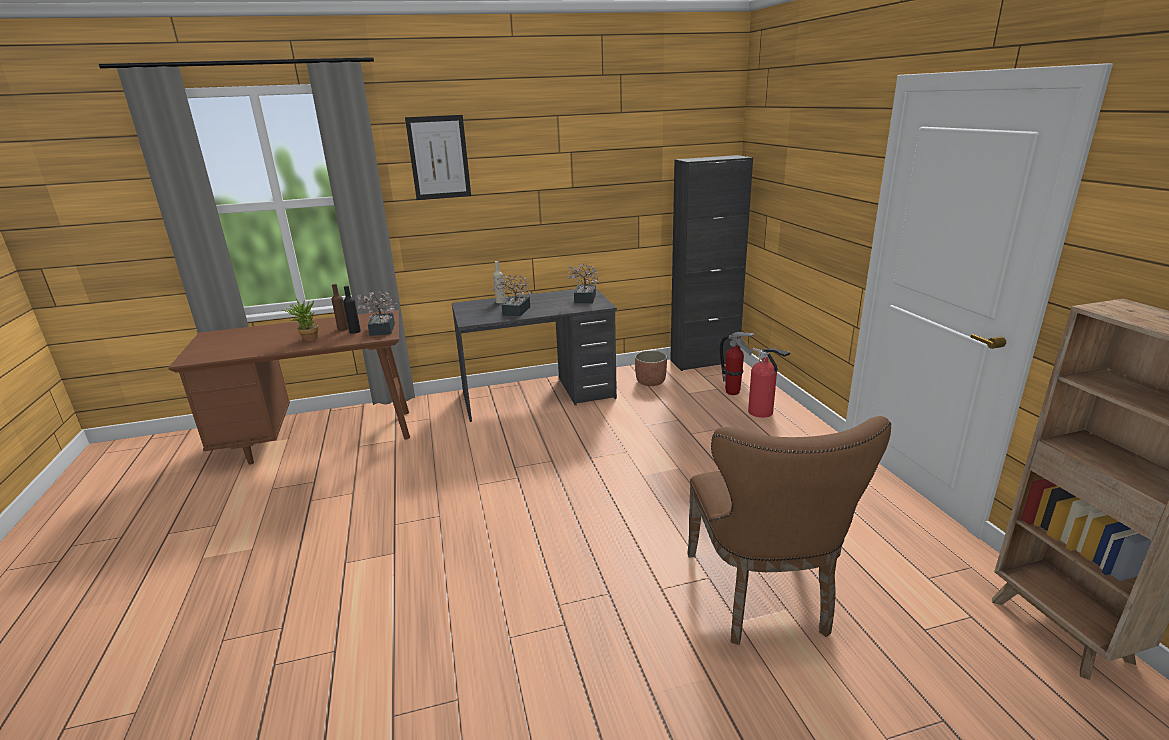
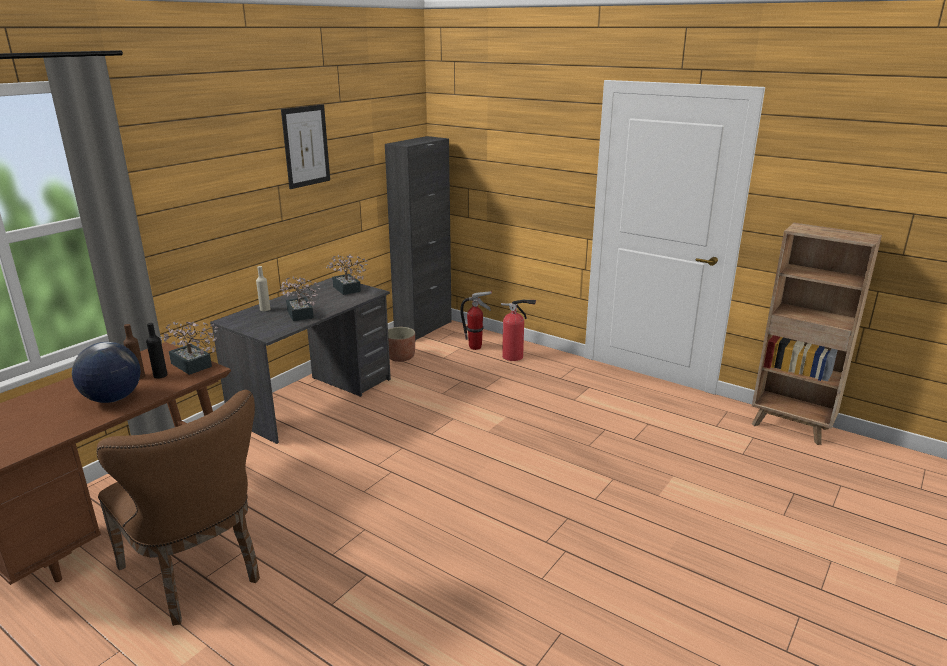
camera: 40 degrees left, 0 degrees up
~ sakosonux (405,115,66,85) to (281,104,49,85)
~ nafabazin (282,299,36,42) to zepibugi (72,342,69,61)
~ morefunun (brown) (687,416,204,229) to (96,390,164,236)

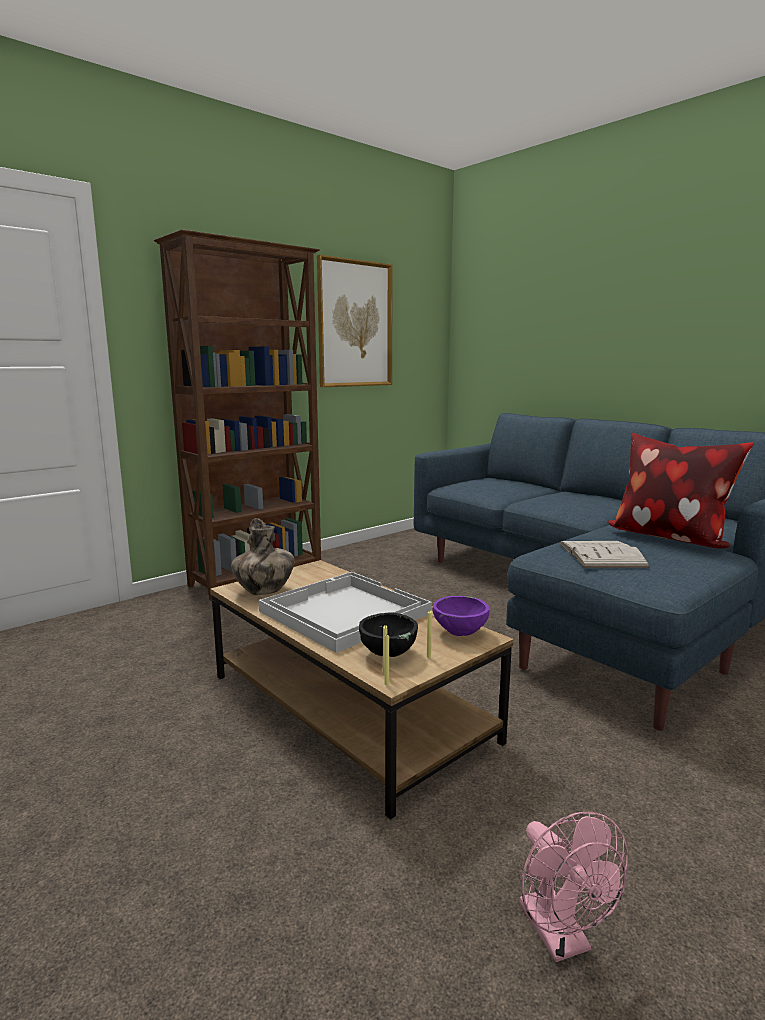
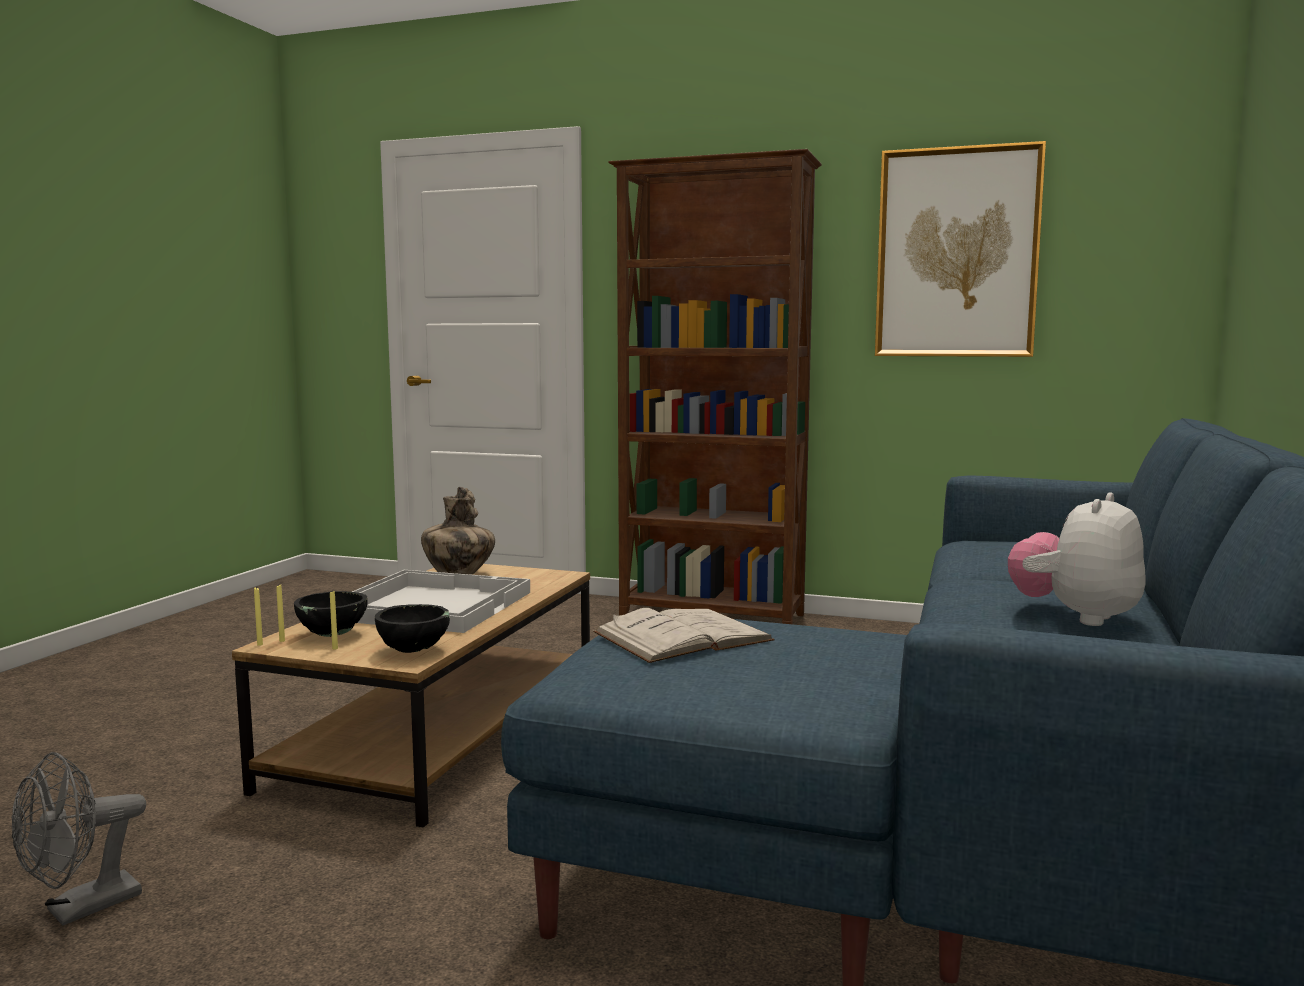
camera: 60 degrees right, 5 degrees down
- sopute (607,433,147,116)
~ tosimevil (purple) (433,596,57,40) to tosimevil (black) (375,604,75,49)
~ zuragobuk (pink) (519,812,109,150) to zuragobuk (grey) (11,752,135,174)
+ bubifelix (1008,492,138,134)

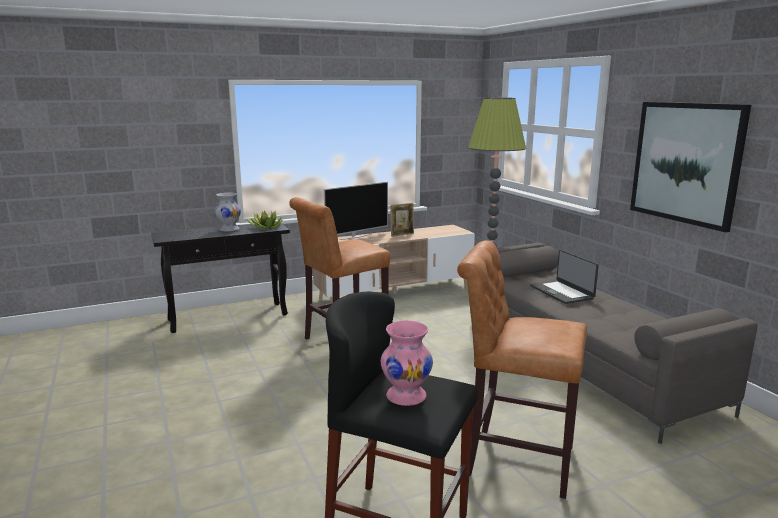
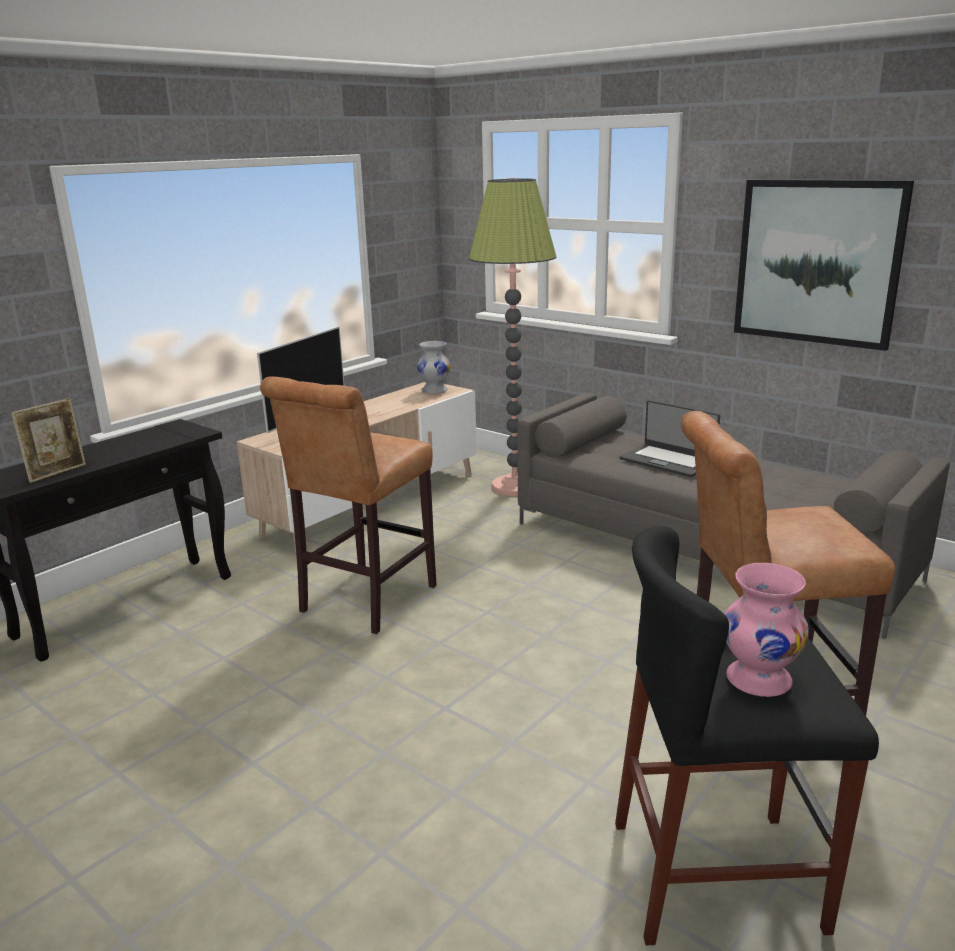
camera: 25 degrees left, 5 degrees up
~ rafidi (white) (215,193,26,38) to (417,341,34,52)
~ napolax (390,203,24,34) to (11,398,75,85)
- nafabazin (246,210,38,20)

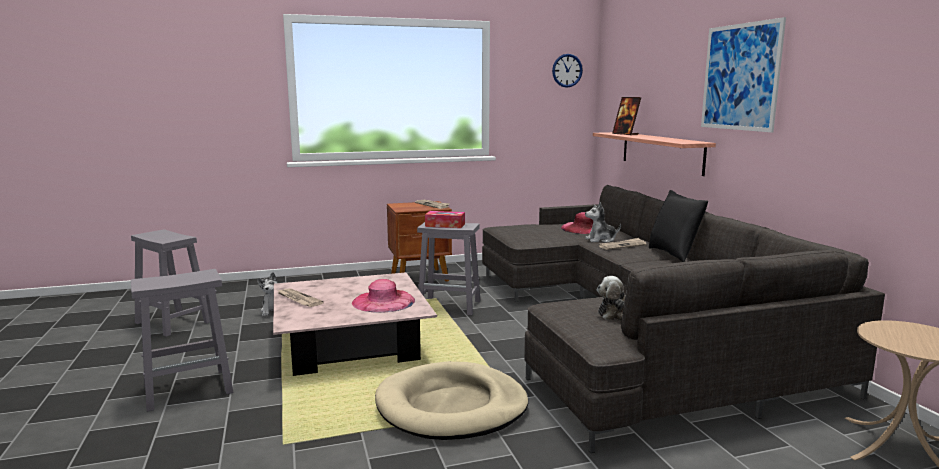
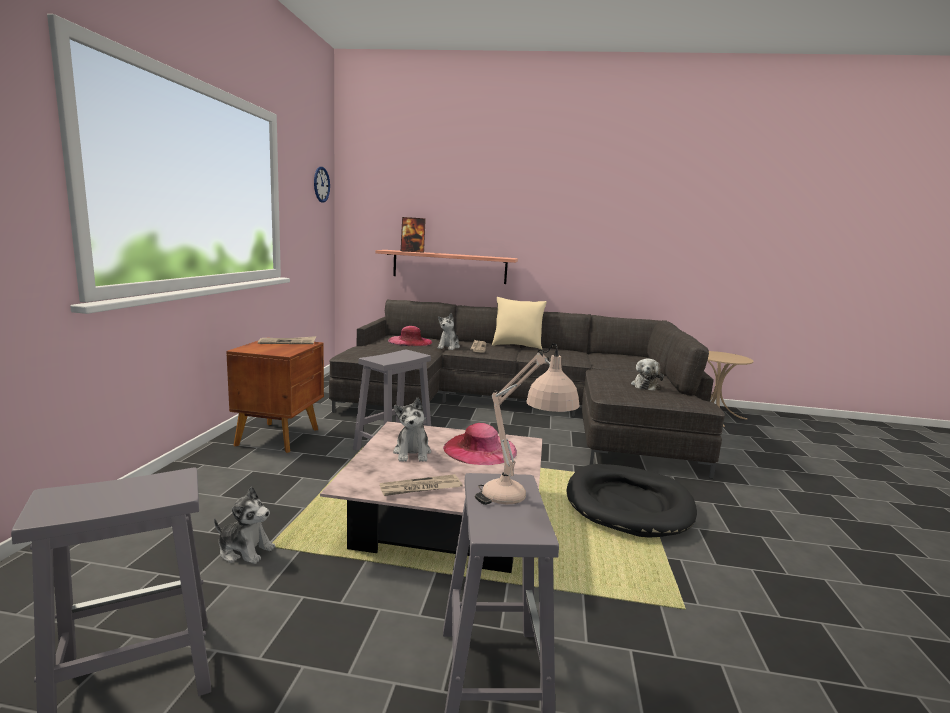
camera: 65 degrees left, 0 degrees up
- sakosonux (701,17,85,115)
~ sopute (black) (649,190,59,72) to sopute (beige) (492,297,55,53)
- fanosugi (425,211,40,17)
~ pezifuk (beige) (375,361,153,79) to pezifuk (black) (567,464,130,74)
+ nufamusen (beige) (475,343,104,162)
+ bubifelix (393,398,38,64)

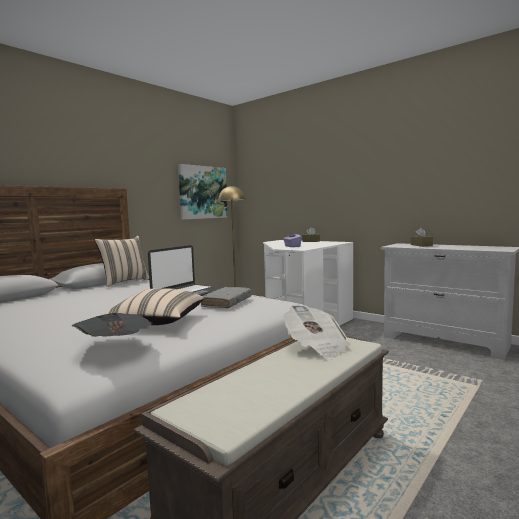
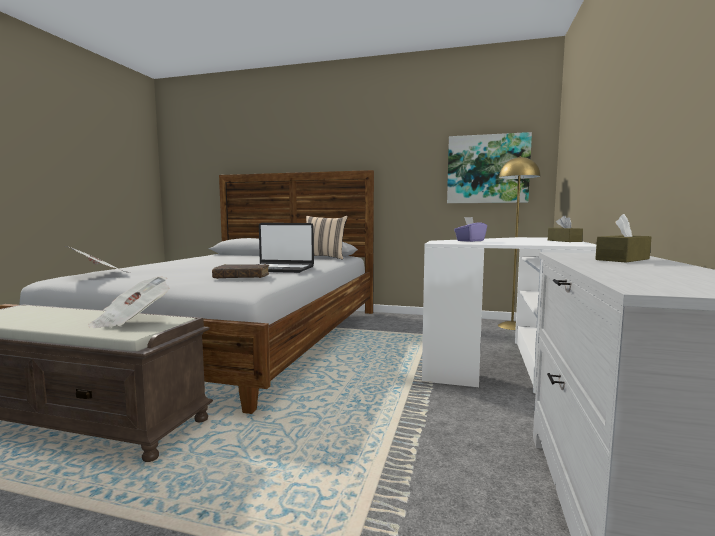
camera: 65 degrees right, 0 degrees up
~ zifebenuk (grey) (201,287,50,21) to zifebenuk (brown) (212,264,57,15)
- sopute (beige) (99,288,105,37)

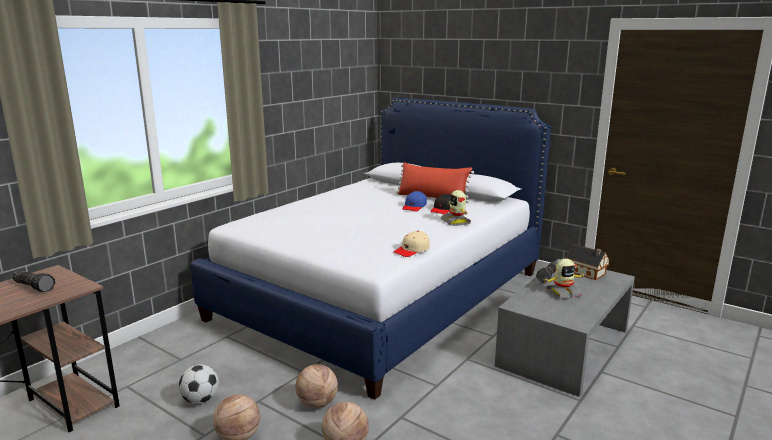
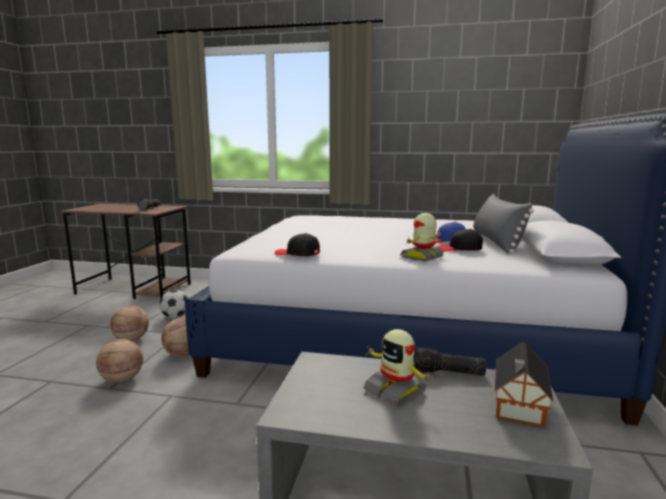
camera: 65 degrees right, 5 degrees down
~ sopute (red) (396,162,78,41) to sopute (grey) (473,194,61,60)
~ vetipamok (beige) (394,231,36,26) to vetipamok (black) (275,233,45,23)

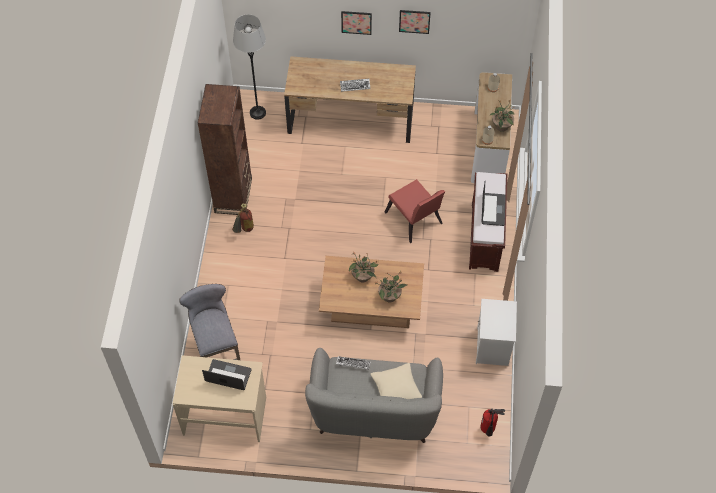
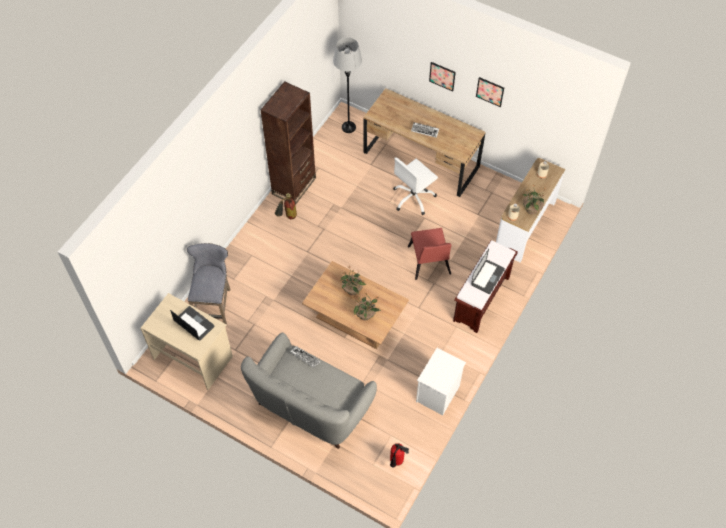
camera: 25 degrees right, 0 degrees up
- sopute (beige) (371,363,51,36)
+ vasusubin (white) (393,157,45,58)

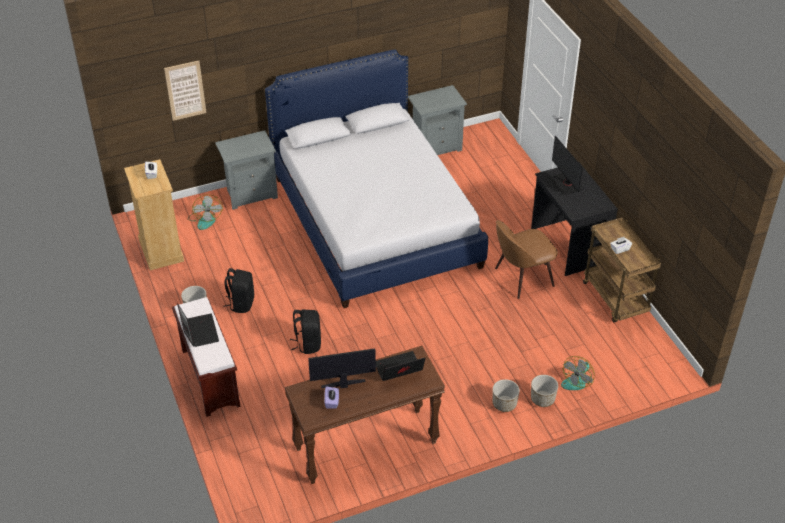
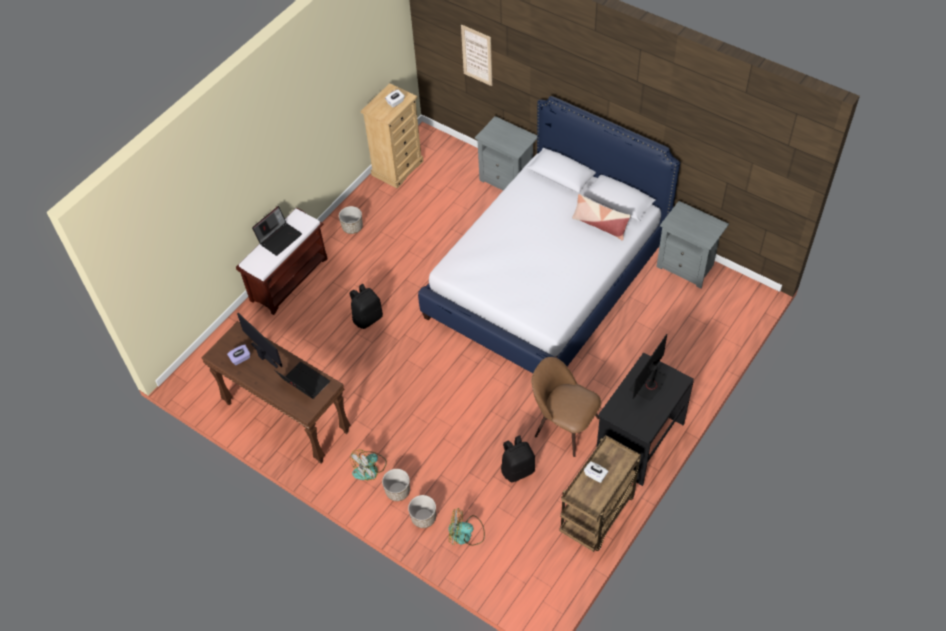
camera: 60 degrees right, 10 degrees up
~ zuragobuk (188,195,35,35) to (350,450,37,31)
~ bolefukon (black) (223,268,31,45) to (501,435,34,47)
+ sopute (572,194,59,47)

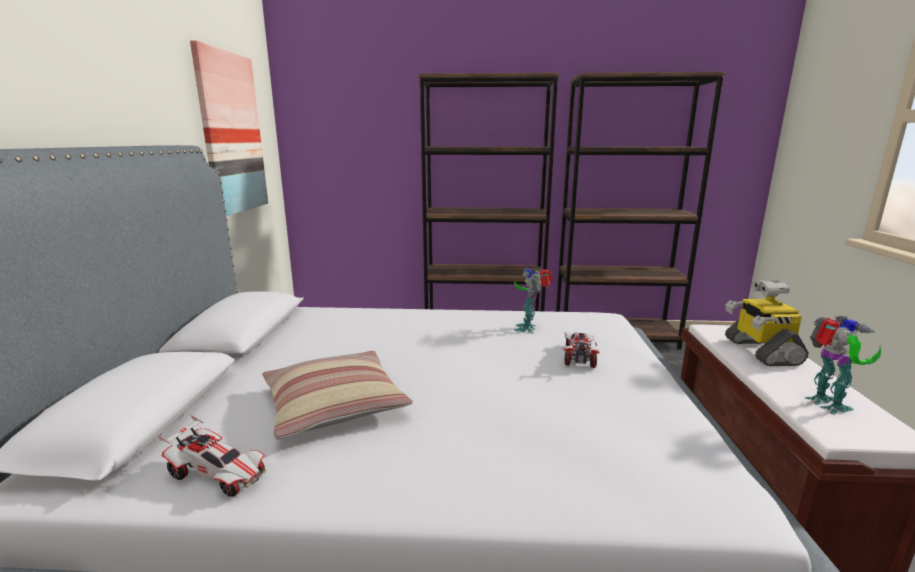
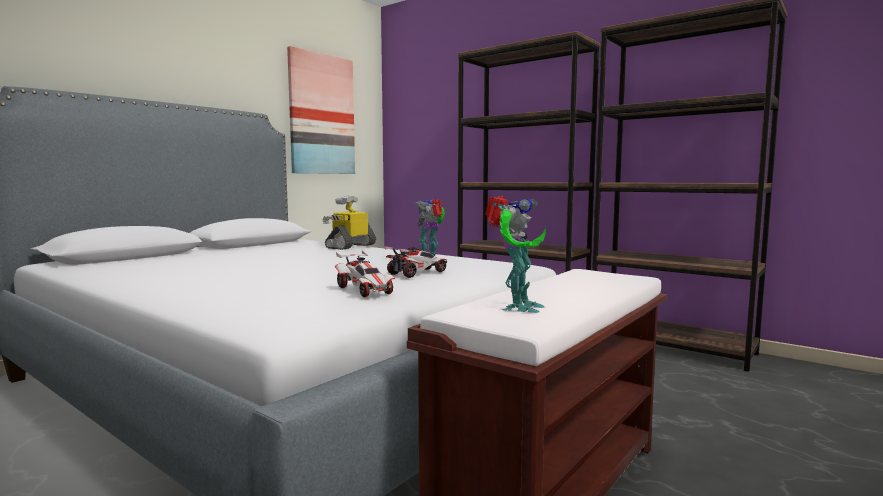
camera: 35 degrees right, 10 degrees down
~ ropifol (725,280,83,86) to (322,195,54,55)
- sopute (262,351,151,88)
~ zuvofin (158,415,108,82) to (335,251,60,46)

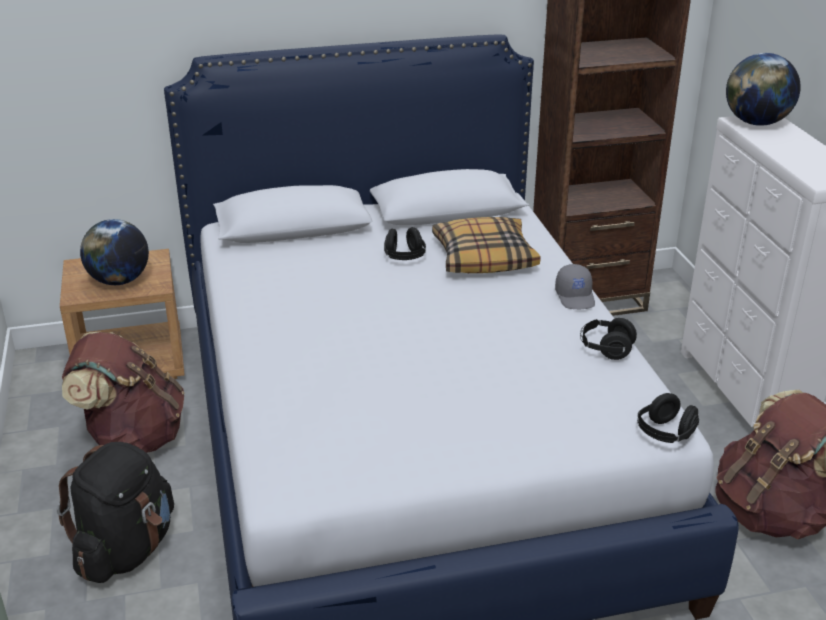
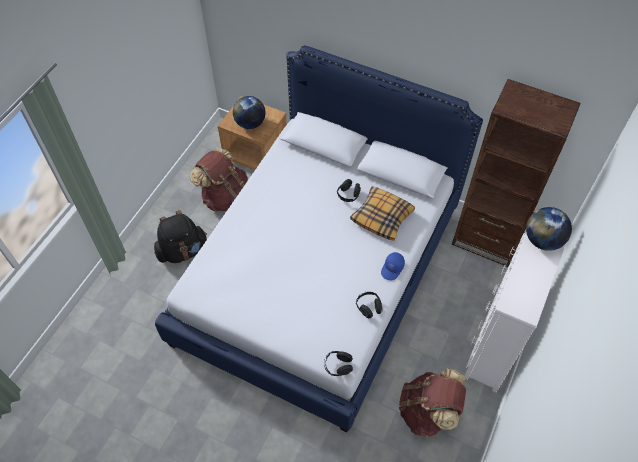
camera: 40 degrees right, 25 degrees up
~ vetipamok (grey) (555,264,40,45) to vetipamok (blue) (381,252,24,28)

